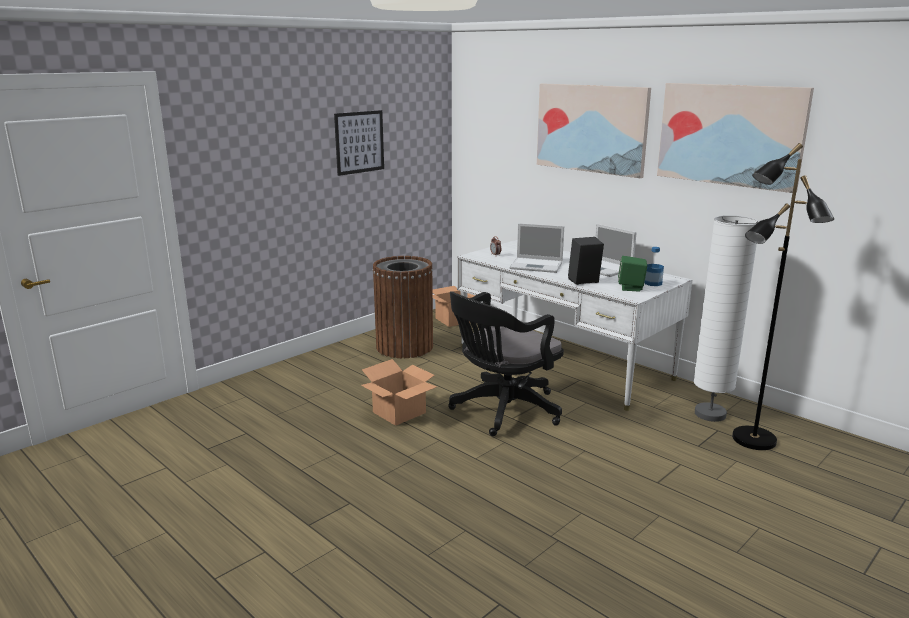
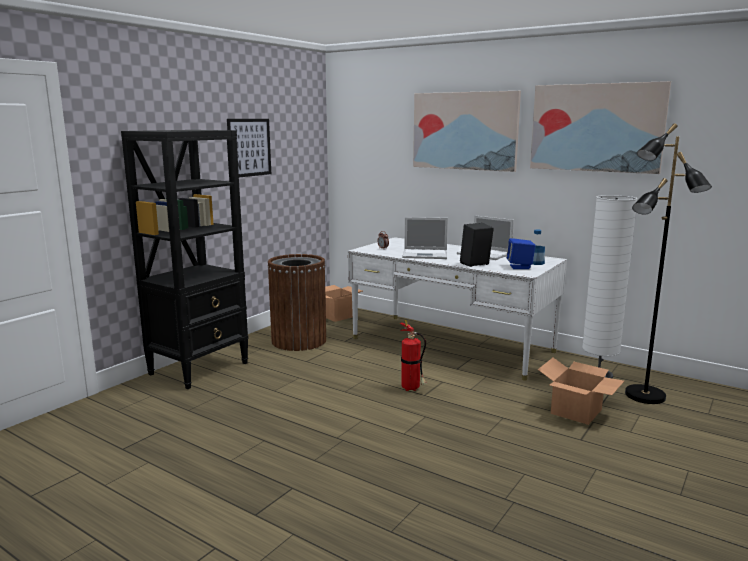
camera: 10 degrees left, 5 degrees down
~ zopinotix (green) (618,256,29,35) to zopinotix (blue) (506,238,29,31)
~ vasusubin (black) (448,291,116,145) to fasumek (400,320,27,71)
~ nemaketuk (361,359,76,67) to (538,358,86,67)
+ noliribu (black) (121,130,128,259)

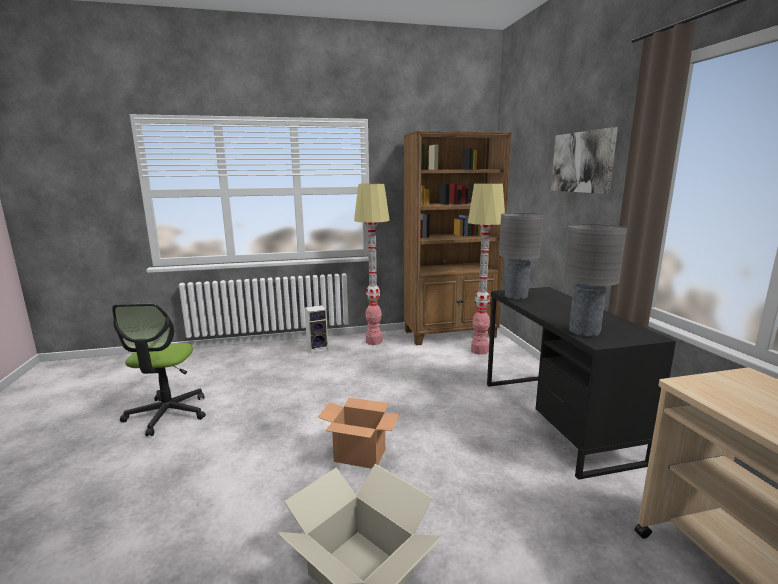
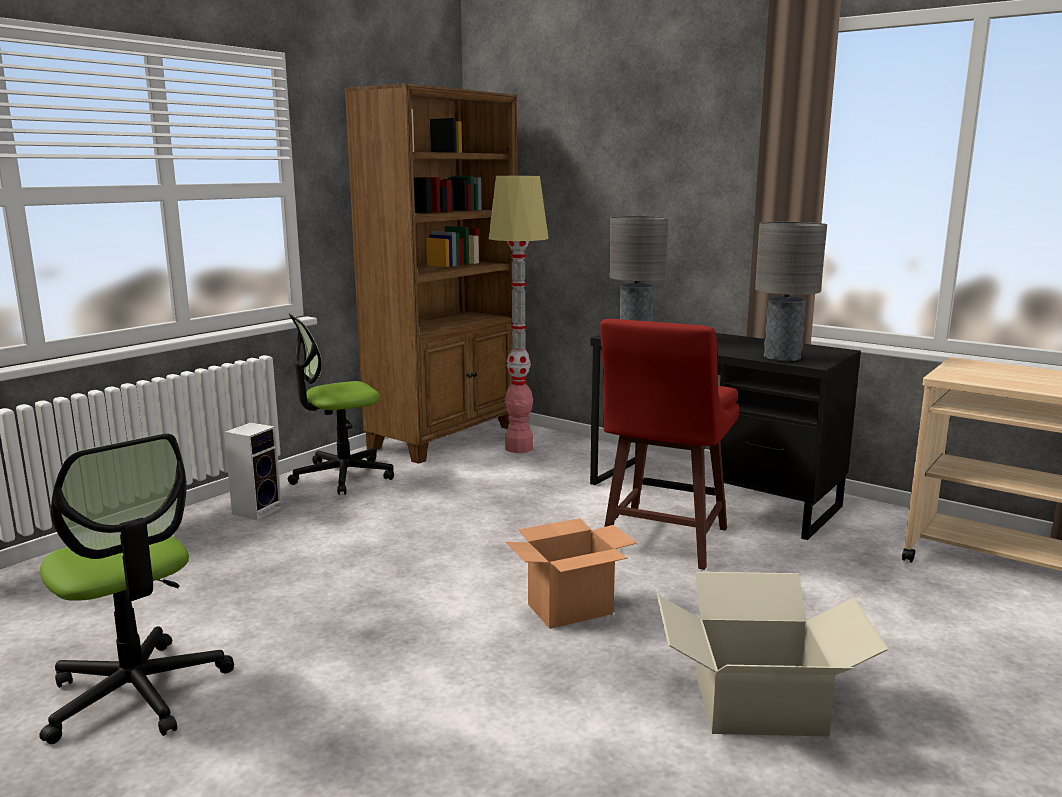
camera: 40 degrees left, 0 degrees up
- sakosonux (551,127,67,67)
~ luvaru (354,184,36,161) to vasusubin (288,313,106,182)
+ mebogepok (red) (600,319,139,251)

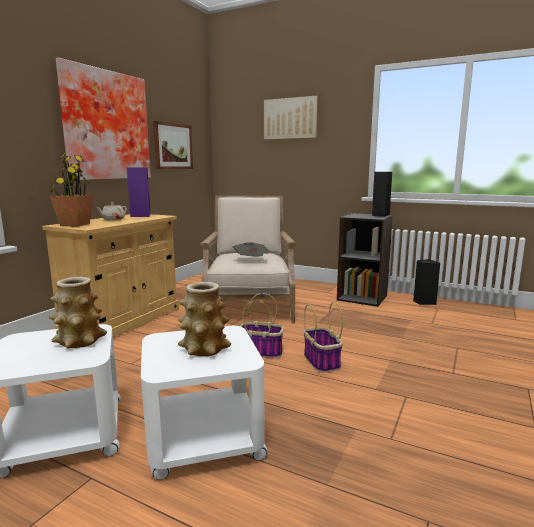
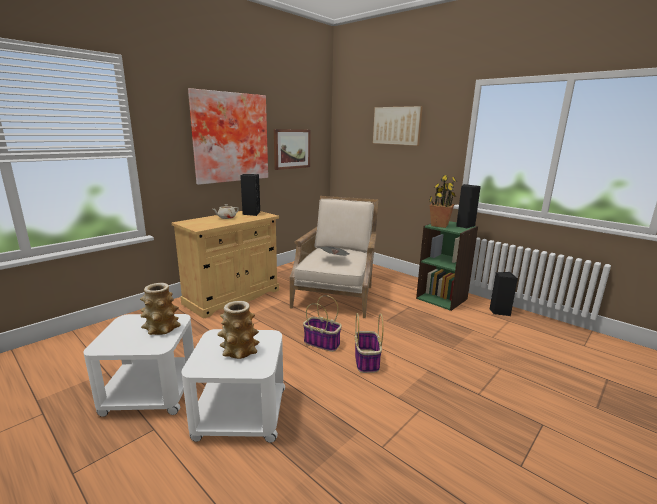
camera: 15 degrees right, 5 degrees up
~ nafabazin (50,153,43,74) to (429,175,28,53)
~ zopinotix (purple) (127,168,24,49) to zopinotix (black) (240,174,20,42)
~ noliribu (black) (337,213,56,94) to noliribu (green) (416,221,62,90)

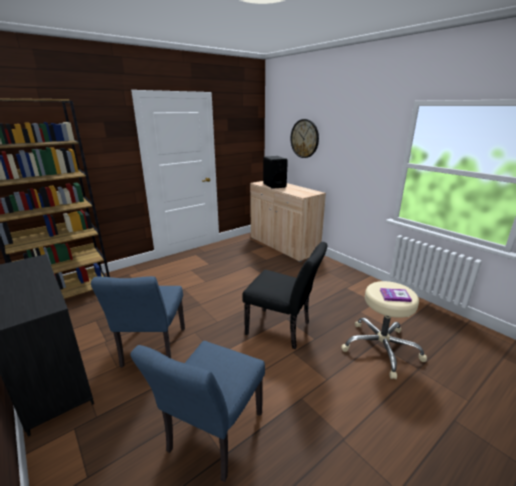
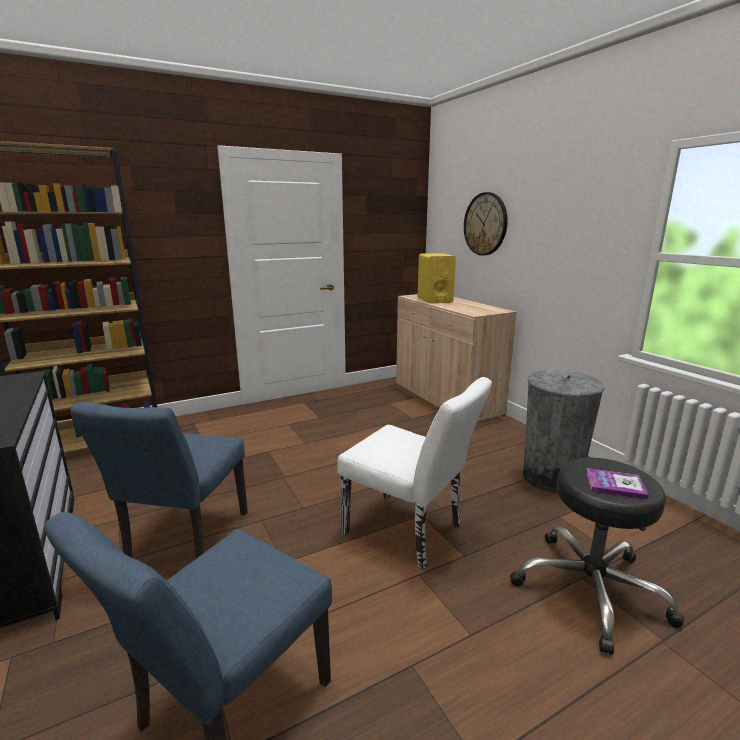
camera: 10 degrees right, 5 degrees down
~ zopinotix (black) (263,156,25,33) to zopinotix (yellow) (418,253,38,50)
~ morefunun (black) (242,242,85,107) to morefunun (white) (337,377,155,193)
~ mebogepok (beige) (341,281,86,98) to mebogepok (black) (510,458,174,197)
+ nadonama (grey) (523,370,82,123)

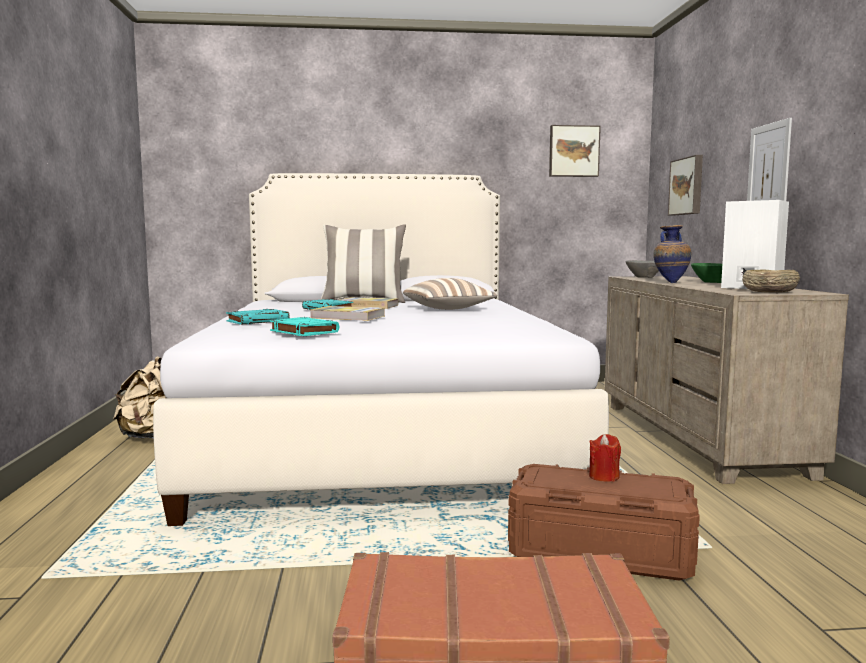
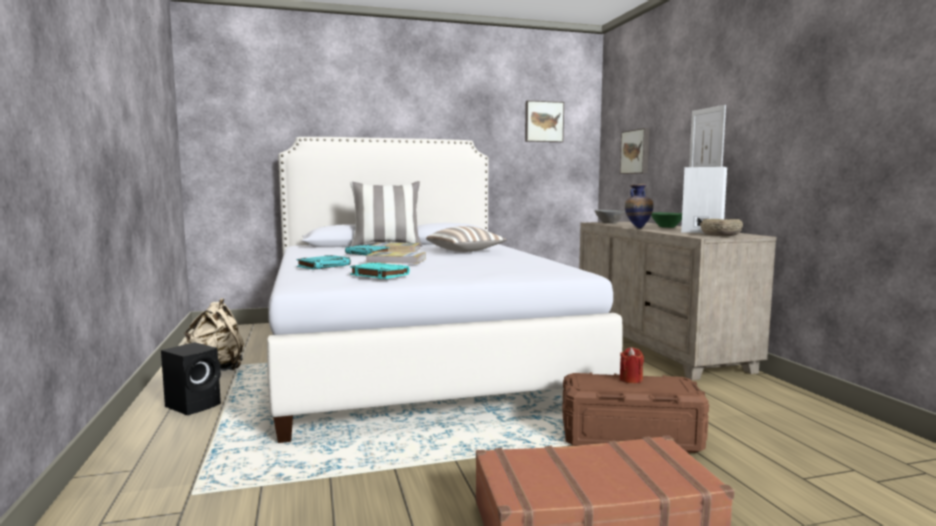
camera: 10 degrees left, 0 degrees up
+ zopinotix (black) (161,342,60,73)

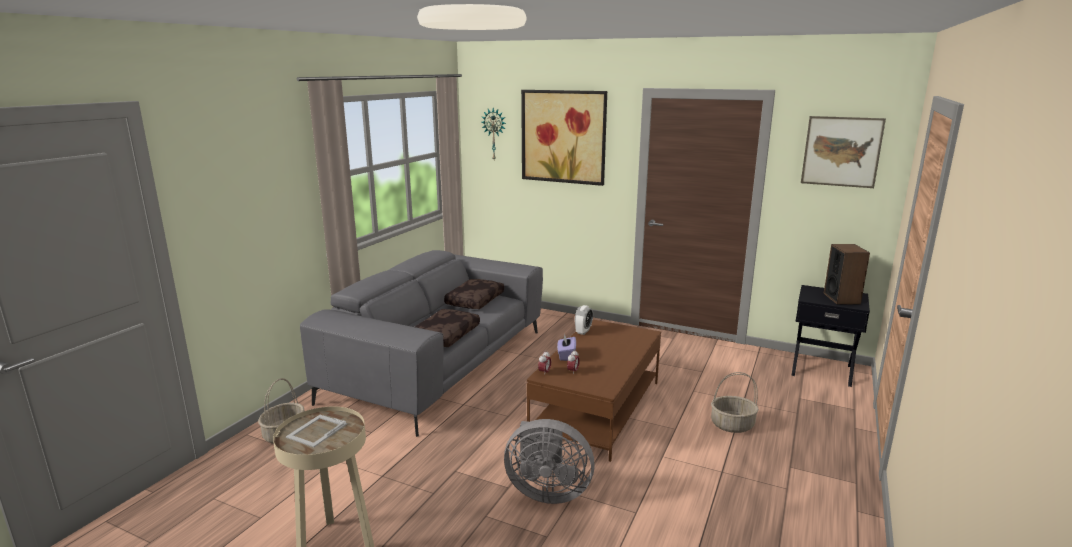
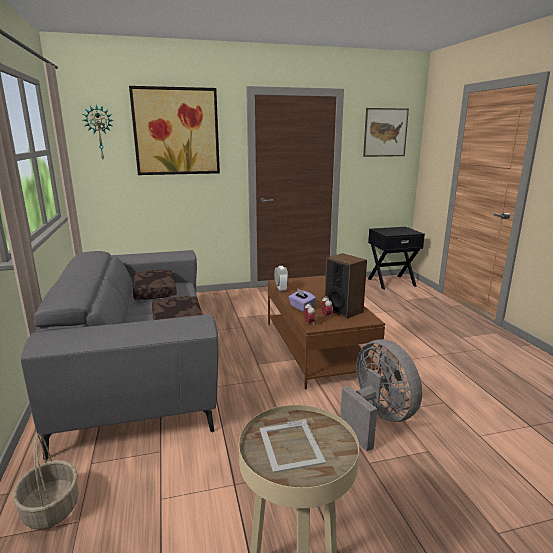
camera: 40 degrees left, 0 degrees up
~ zopinotix (823,244,47,60) to (324,253,43,66)
- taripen (711,372,48,61)
~ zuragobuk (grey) (504,419,91,85) = (340,339,82,112) 90 degrees counterclockwise

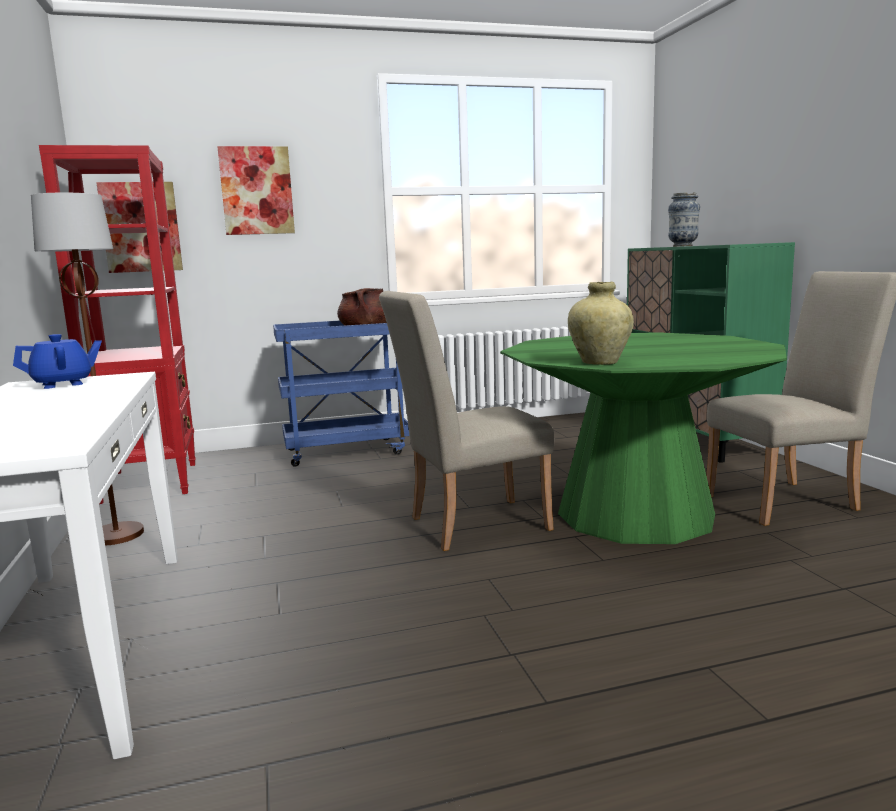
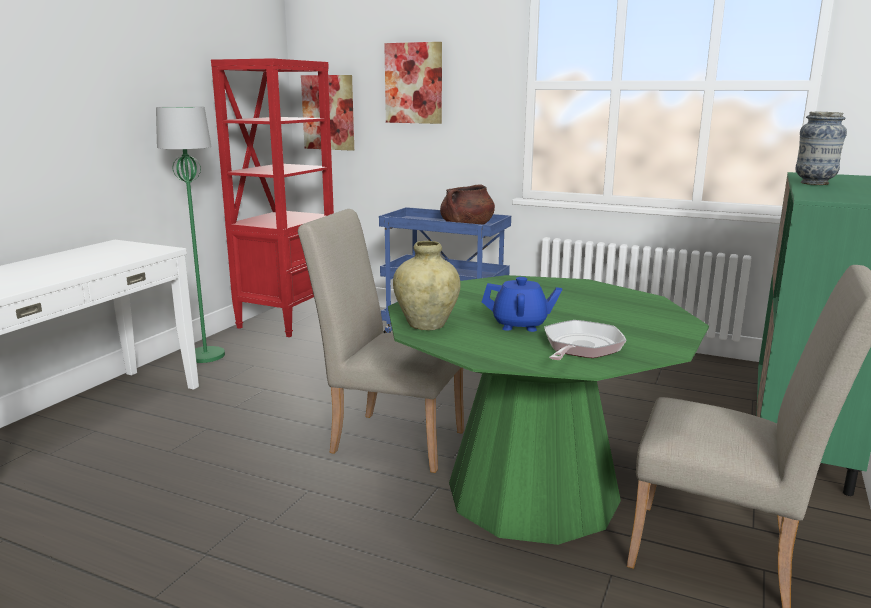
camera: 40 degrees right, 5 degrees up
~ luvaru (brown) (31,193,113,352) to luvaru (green) (156,106,69,257)
~ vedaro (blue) (13,334,89,55) to (482,277,80,55)
+ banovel (544,320,83,40)

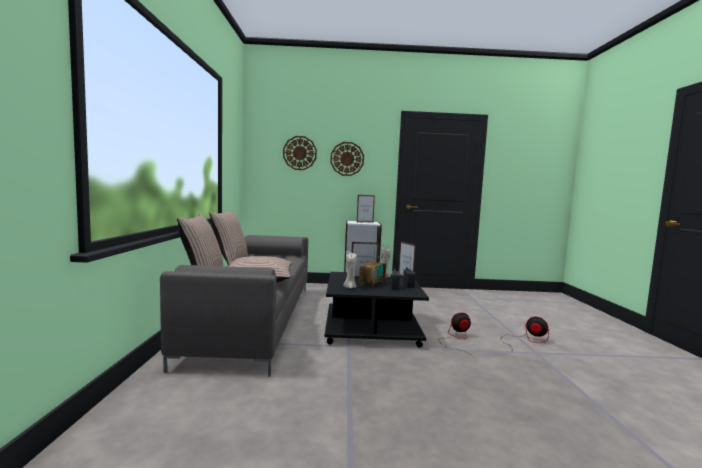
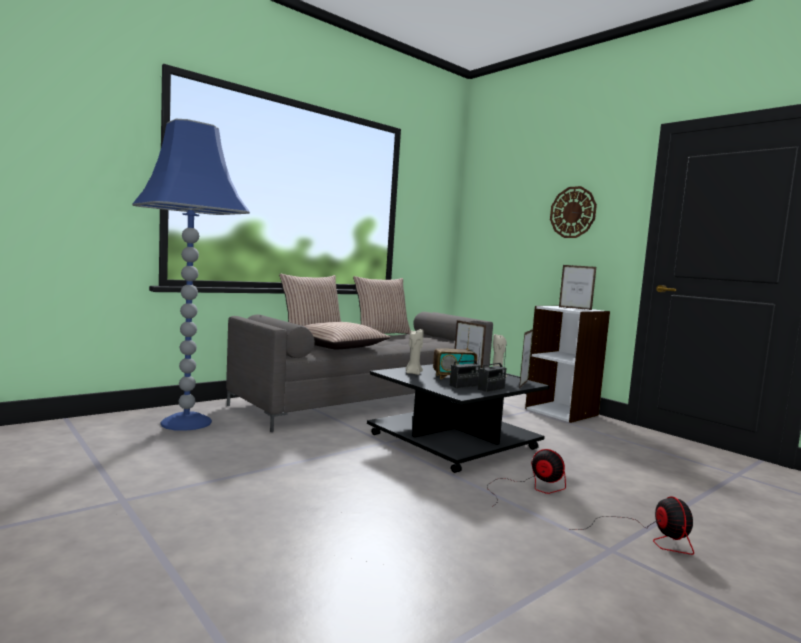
camera: 50 degrees right, 0 degrees up
- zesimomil (283,136,34,34)
+ luvaru (blue) (132,119,118,312)

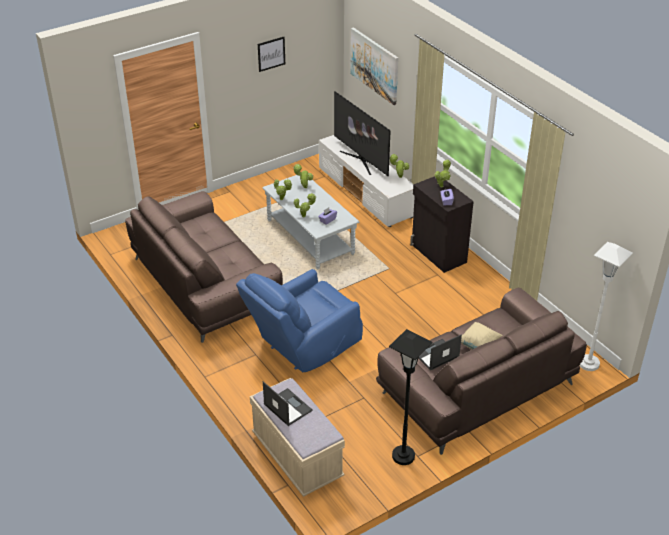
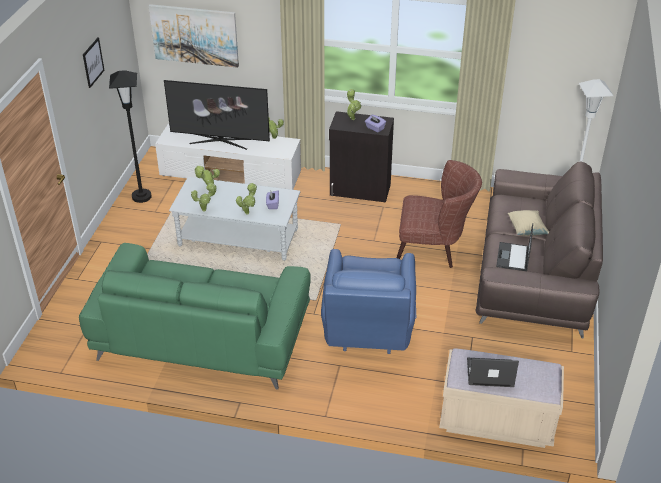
camera: 45 degrees left, 0 degrees up
~ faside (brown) (125,191,158,152) to faside (green) (79,243,232,147)
~ luvaru (black) (389,329,44,136) to (109,70,43,133)
+ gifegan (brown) (397,160,85,108)

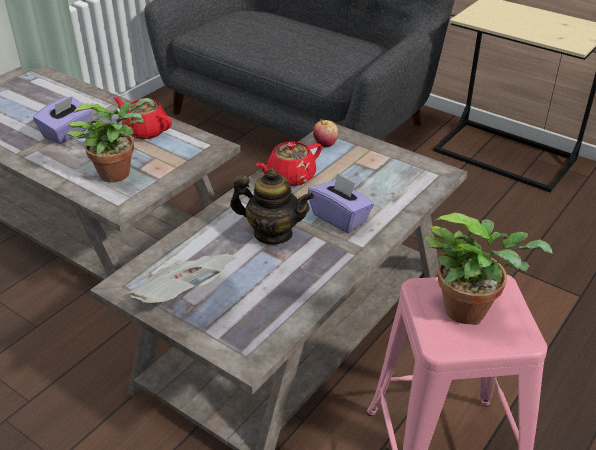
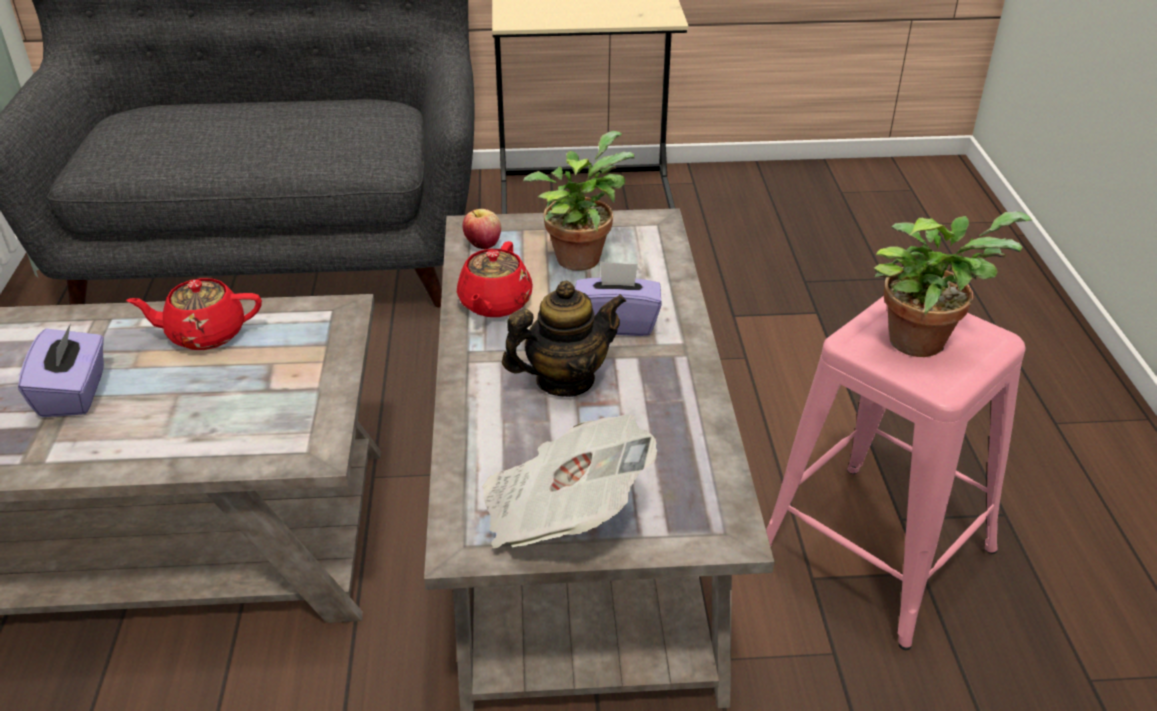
camera: 40 degrees left, 0 degrees up
~ nafabazin (67,98,87,85) to (523,131,111,140)

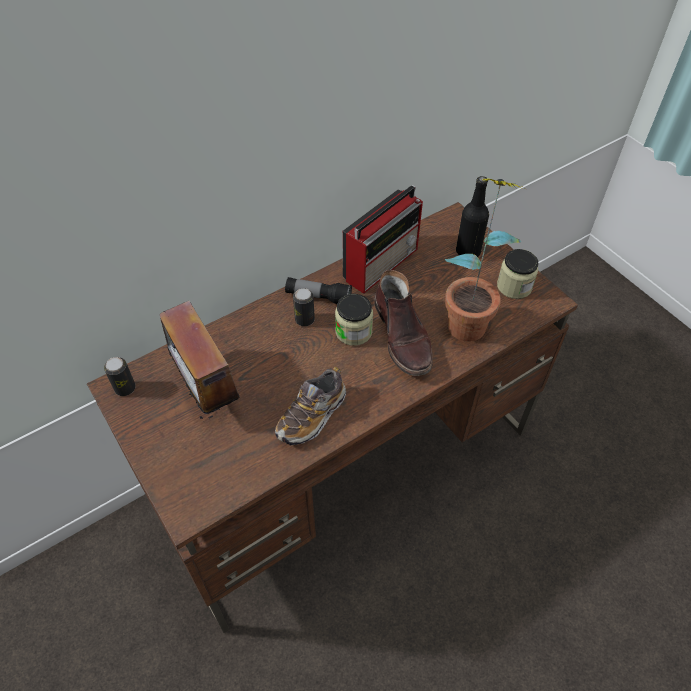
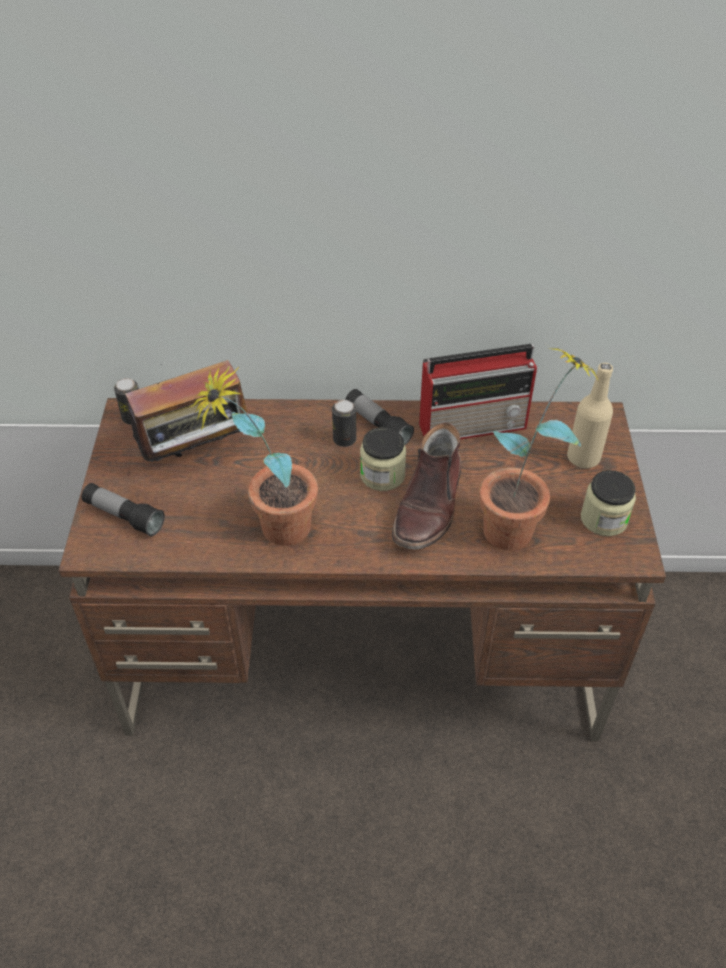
camera: 35 degrees right, 5 degrees down
~ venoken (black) (456,176,33,81) to venoken (beige) (567,363,46,105)
~ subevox (160,301,81,118) = (114,360,134,105) 120 degrees counterclockwise
~ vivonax (275,367,71,78) to nafabazin (190,366,128,180)
+ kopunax (82,483,83,53)

